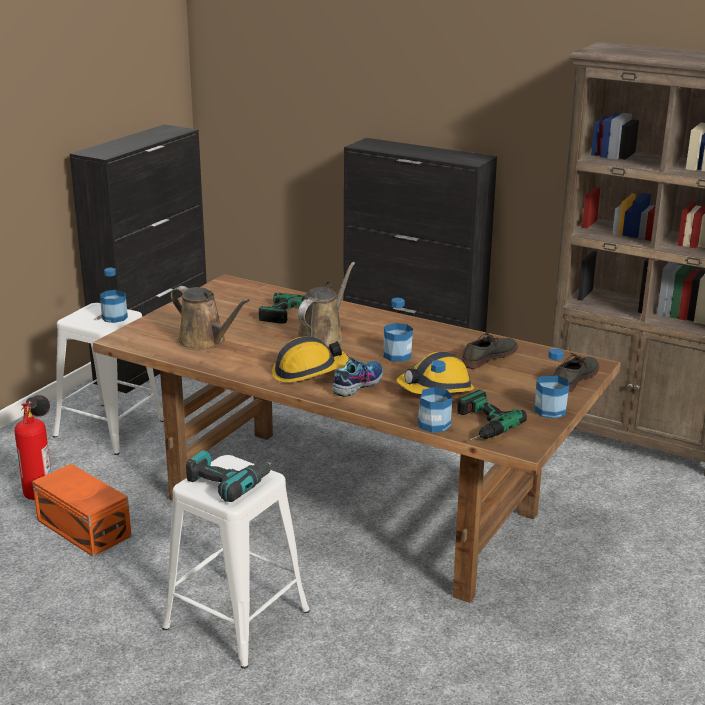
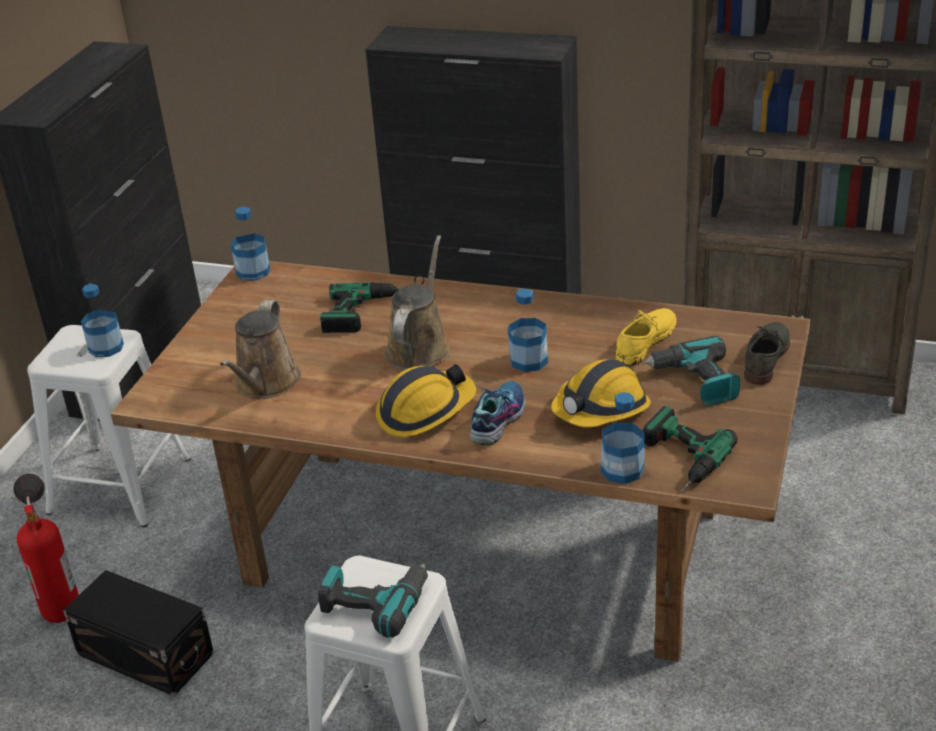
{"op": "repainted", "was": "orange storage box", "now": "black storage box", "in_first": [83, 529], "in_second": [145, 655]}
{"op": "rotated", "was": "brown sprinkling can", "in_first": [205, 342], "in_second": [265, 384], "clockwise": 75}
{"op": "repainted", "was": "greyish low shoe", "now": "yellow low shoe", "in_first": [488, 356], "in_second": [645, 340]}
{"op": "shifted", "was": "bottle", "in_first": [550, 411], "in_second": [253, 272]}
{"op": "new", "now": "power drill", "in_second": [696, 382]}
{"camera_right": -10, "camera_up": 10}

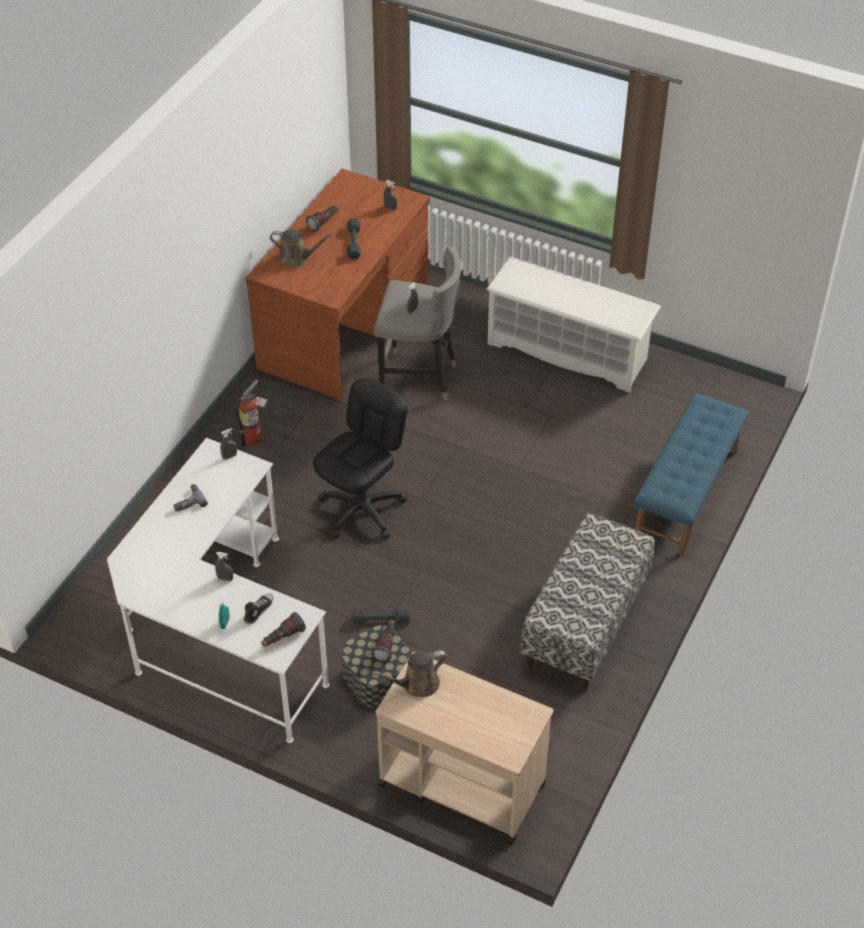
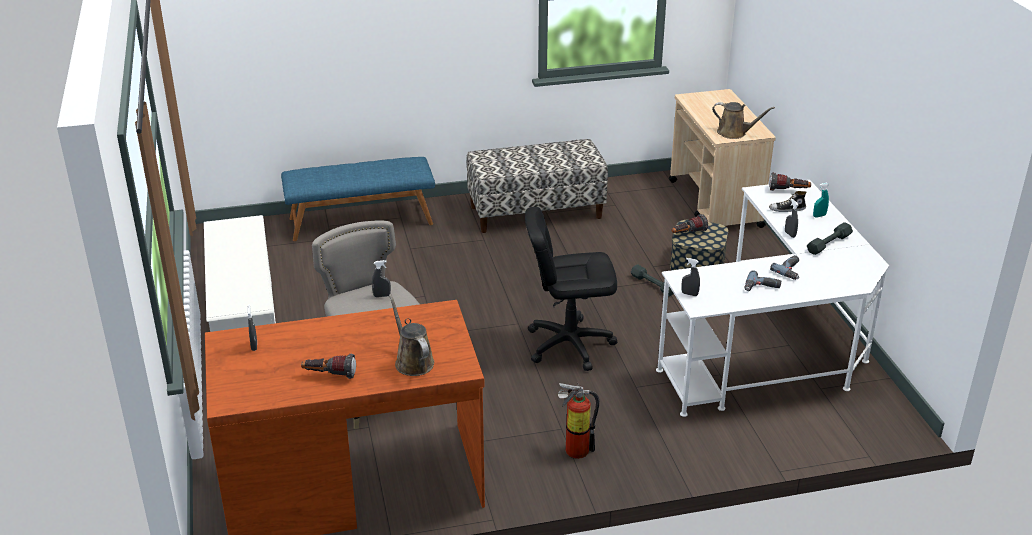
{"op": "shifted", "was": "greyish dumbbell", "in_first": [353, 243], "in_second": [829, 244]}
{"op": "new", "now": "power drill", "in_second": [791, 271]}
{"camera_right": -130, "camera_up": -15}

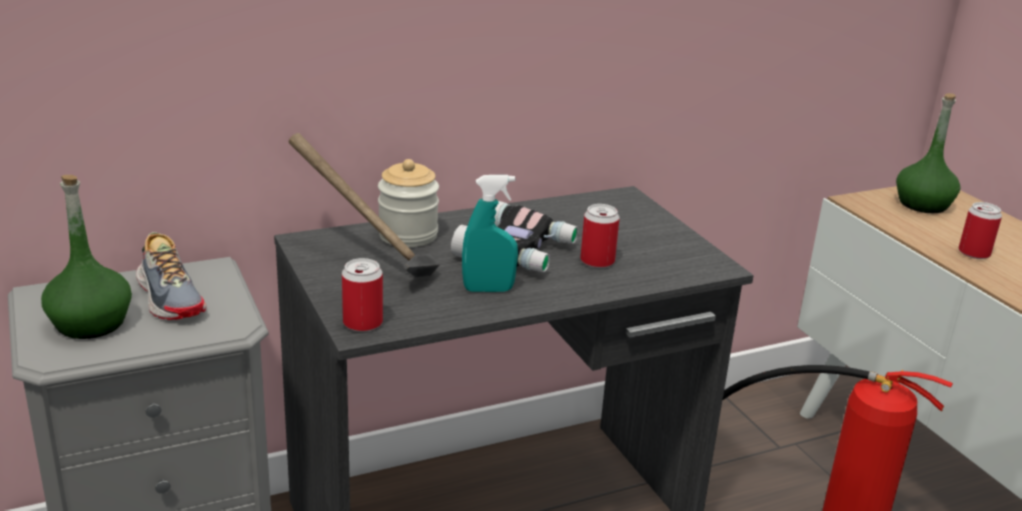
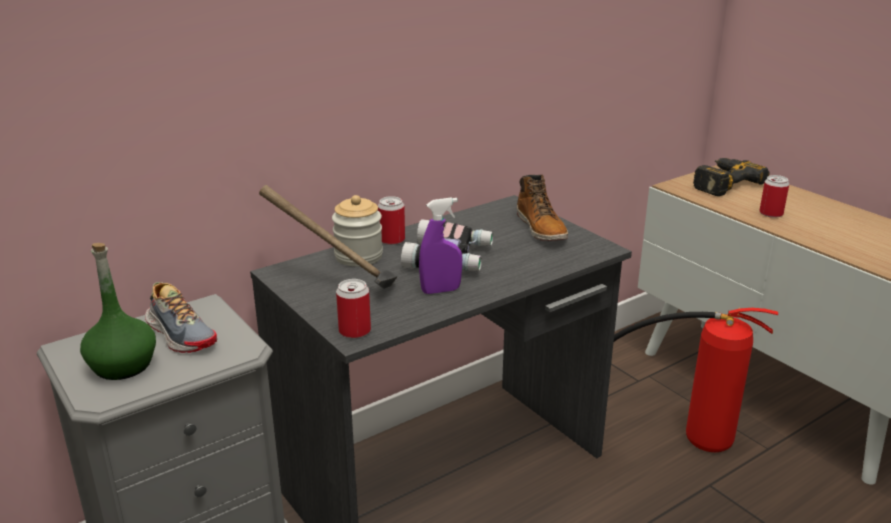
{"op": "repainted", "was": "blue-green spray bottle", "now": "purplish spray bottle", "in_first": [488, 289], "in_second": [440, 290]}
{"op": "shifted", "was": "can", "in_first": [597, 261], "in_second": [392, 240]}
{"op": "swapped", "was": "green-coloured bottle", "now": "power drill", "in_first": [923, 204], "in_second": [721, 182]}
{"op": "new", "now": "boot", "in_second": [541, 228]}
{"camera_right": -10, "camera_up": 0}

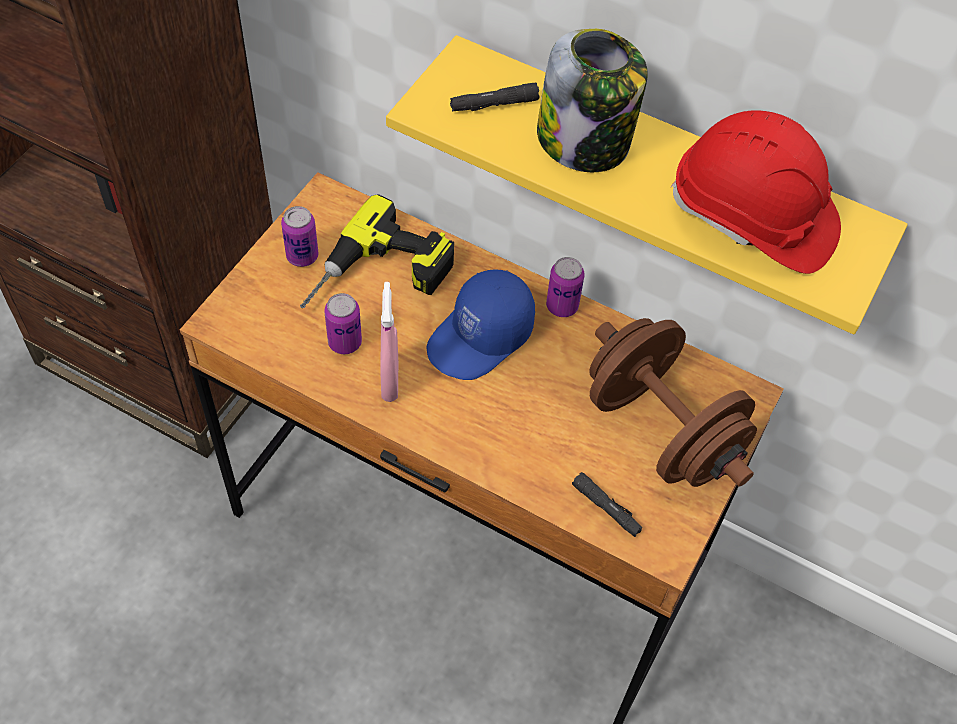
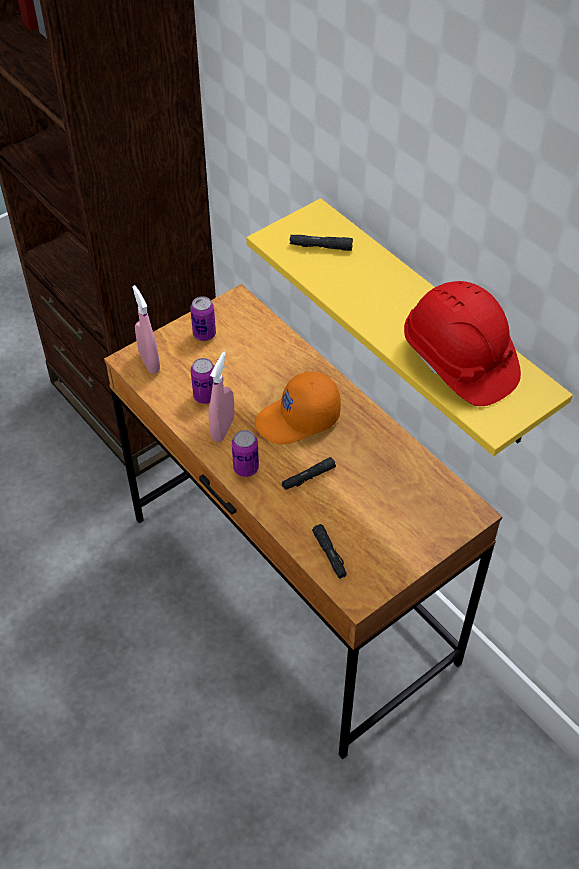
{"op": "gone", "was": "power drill", "in_first": [379, 278]}
{"op": "repainted", "was": "blue baseball cap", "now": "orange baseball cap", "in_first": [481, 338], "in_second": [298, 419]}
{"op": "gone", "was": "storage jar", "in_first": [585, 142]}
{"op": "shifted", "was": "can", "in_first": [562, 306], "in_second": [246, 468]}
{"op": "gone", "was": "brown dumbbell", "in_first": [661, 431]}
{"op": "new", "now": "pinkish spray bottle", "in_second": [149, 362]}
{"op": "new", "now": "black hand torch", "in_second": [308, 477]}
{"camera_right": 25, "camera_up": -5}

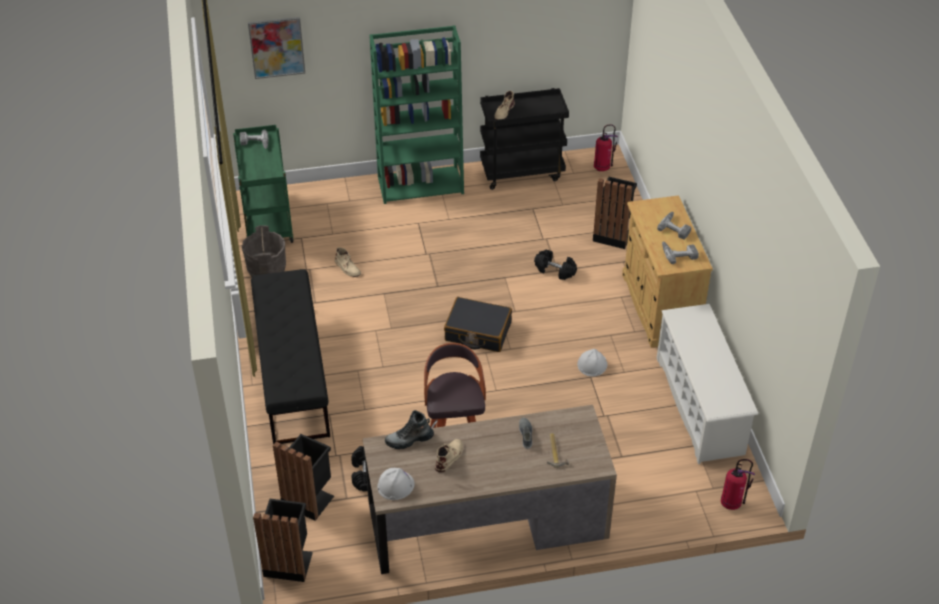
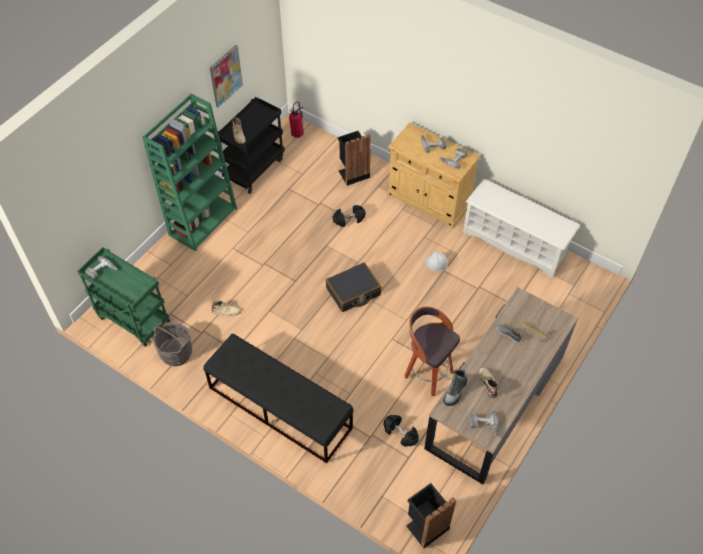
{"op": "shifted", "was": "wall art", "in_first": [277, 47], "in_second": [225, 76]}
{"op": "gone", "was": "black waste bin", "in_first": [309, 498]}
{"op": "swapped", "was": "whitish safety helmet", "now": "power drill", "in_first": [395, 485], "in_second": [483, 426]}
{"op": "gone", "was": "fire-fighting cylinder", "in_first": [732, 503]}
{"camera_right": -45, "camera_up": 10}

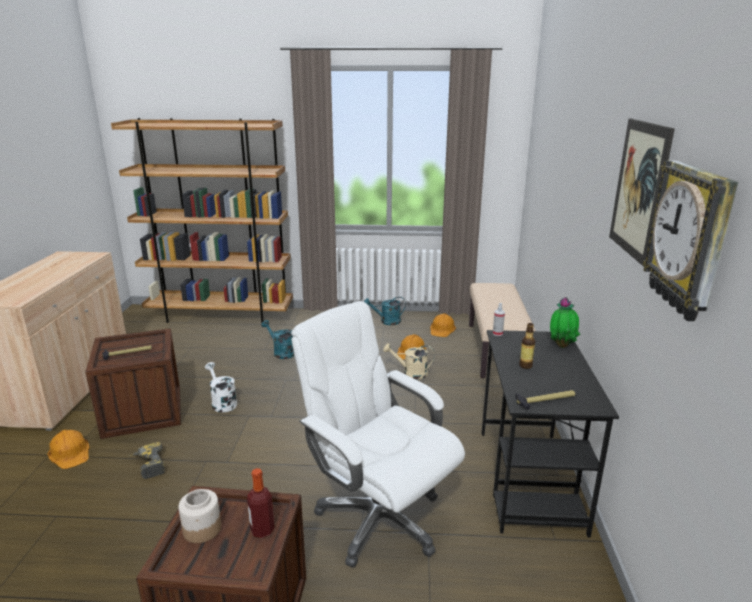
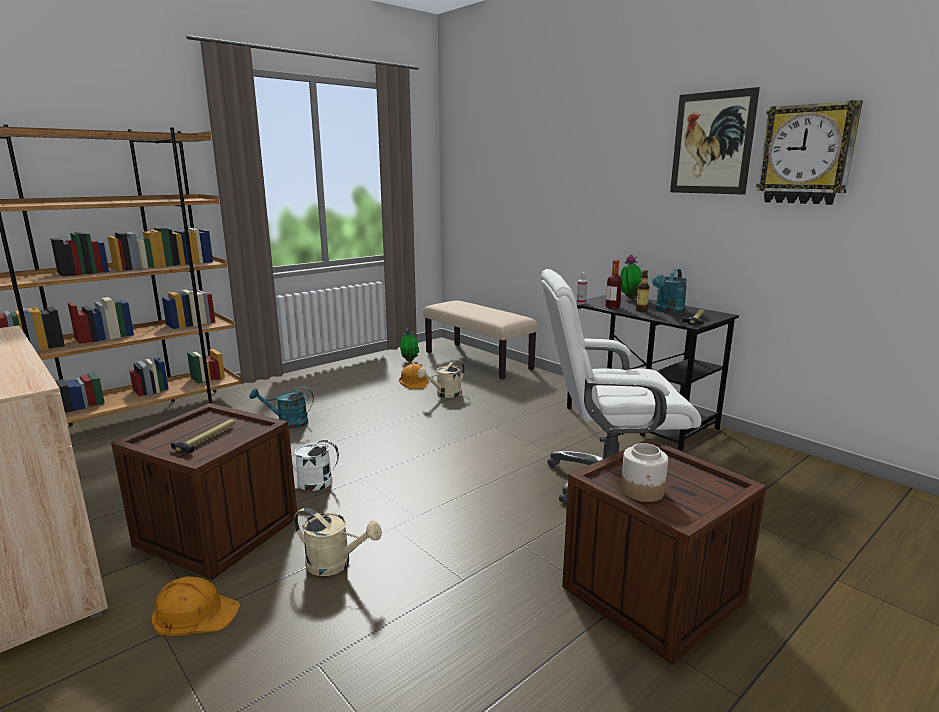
{"op": "swapped", "was": "power drill", "now": "sand-coloured sprinkling can", "in_first": [147, 466], "in_second": [335, 564]}
{"op": "shifted", "was": "bottle", "in_first": [262, 530], "in_second": [612, 307]}
{"op": "shifted", "was": "blue-green sprinkling can", "in_first": [386, 321], "in_second": [667, 310]}
{"op": "swapped", "was": "orange safety helmet", "now": "potted plant", "in_first": [442, 329], "in_second": [409, 360]}
{"camera_right": -45, "camera_up": -5}

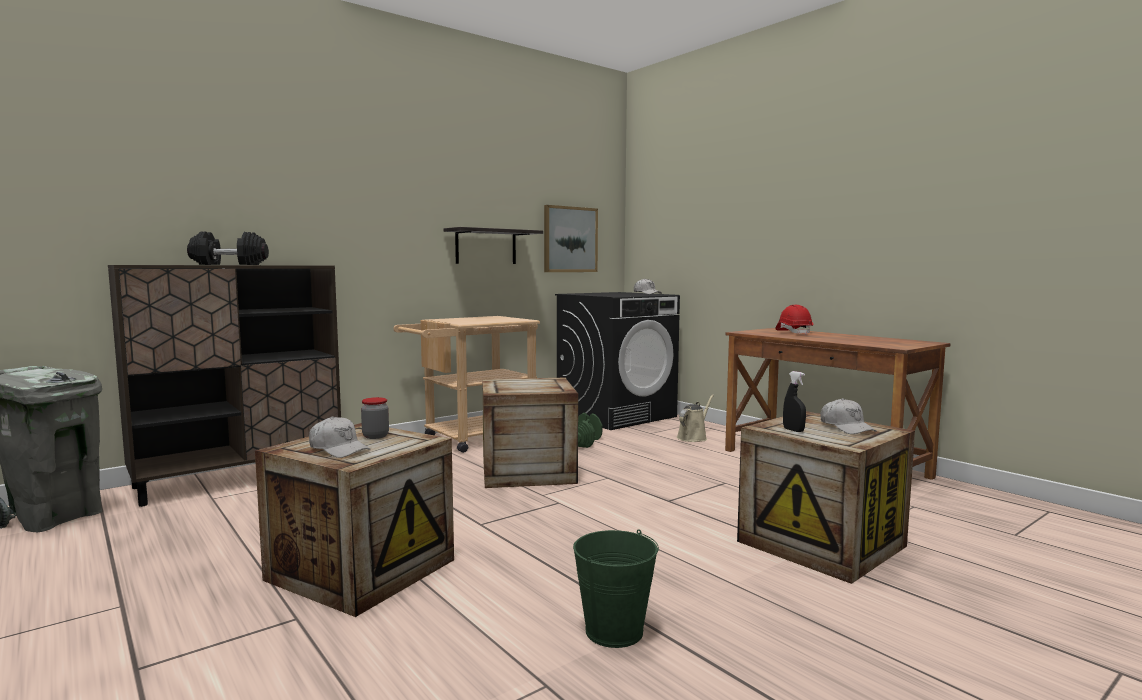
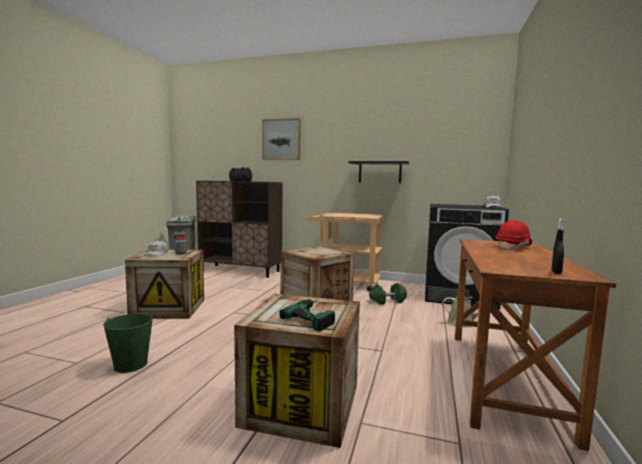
{"op": "shifted", "was": "wall art", "in_first": [570, 239], "in_second": [281, 139]}
{"op": "shifted", "was": "black spray bottle", "in_first": [793, 430], "in_second": [556, 272]}
{"op": "swapped", "was": "whitish baseball cap", "now": "power drill", "in_first": [846, 427], "in_second": [315, 316]}
{"camera_right": 55, "camera_up": 0}

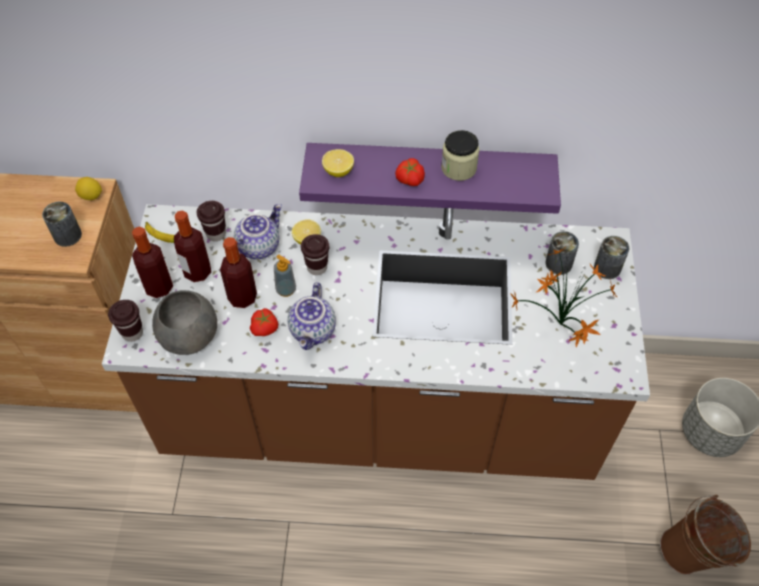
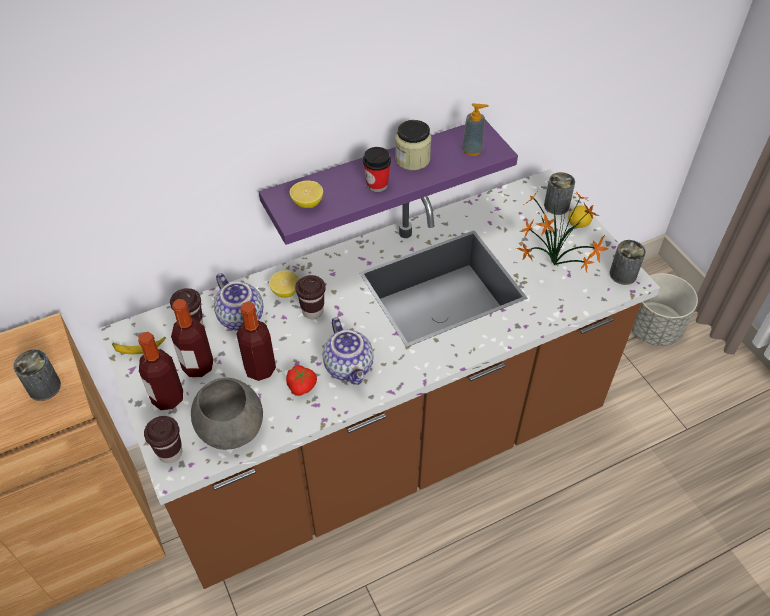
{"op": "shifted", "was": "lemon", "in_first": [91, 196], "in_second": [578, 225]}
{"op": "rotated", "was": "pot for tea", "in_first": [258, 246], "in_second": [242, 317], "clockwise": 135}
{"op": "shifted", "was": "soap bottle", "in_first": [286, 290], "in_second": [472, 150]}
{"op": "swapped", "was": "whole tomato", "now": "drinking cup", "in_first": [409, 179], "in_second": [377, 185]}
{"op": "shifted", "was": "can", "in_first": [558, 263], "in_second": [623, 274]}
{"op": "gone", "was": "brown pail", "in_first": [694, 554]}
{"camera_right": -30, "camera_up": -5}

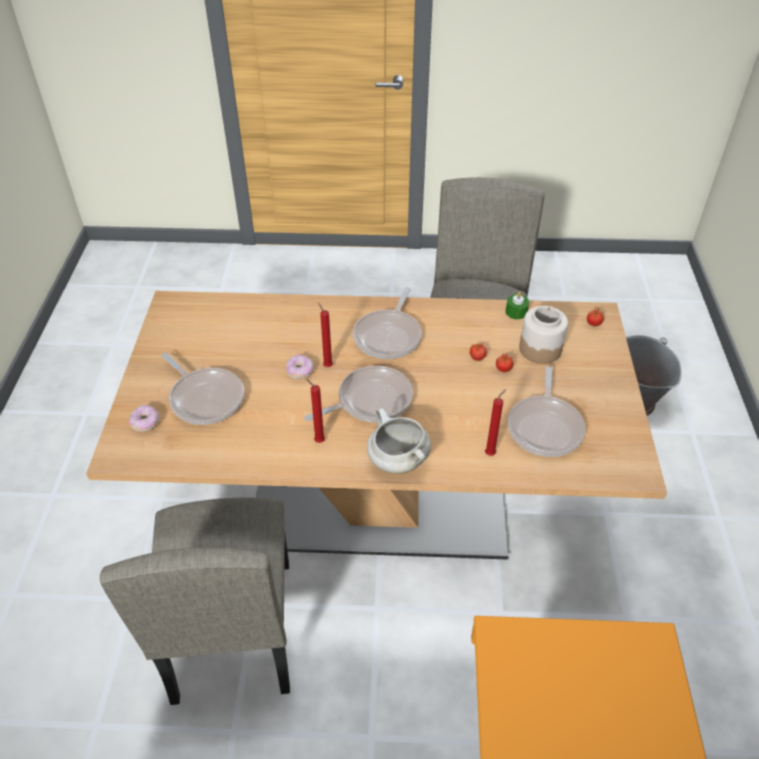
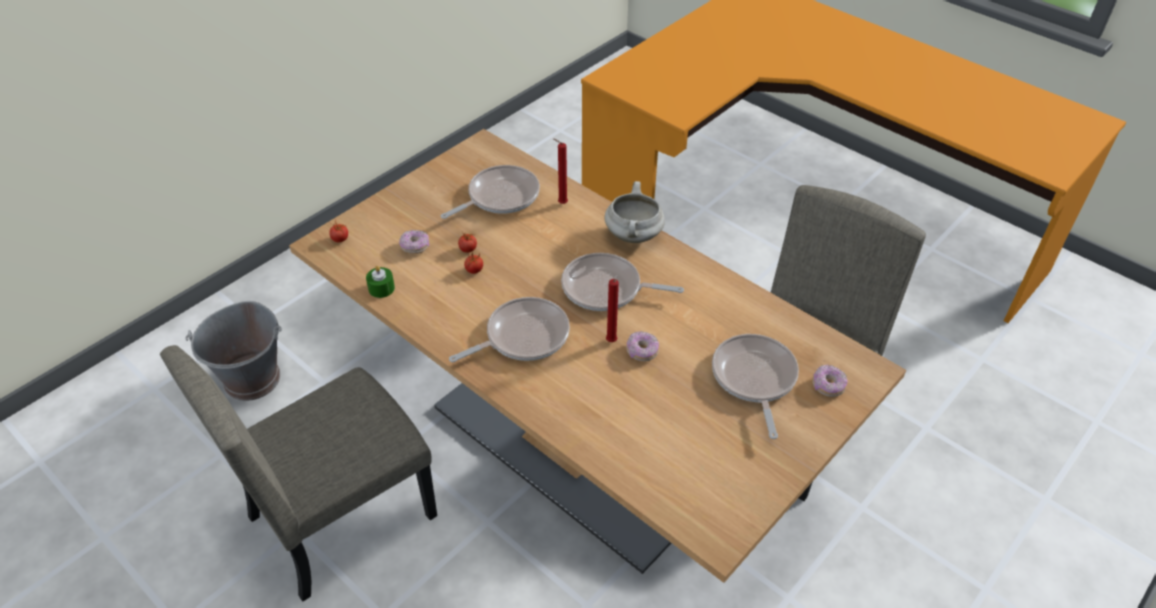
{"op": "gone", "was": "red wax light", "in_first": [318, 440]}
{"op": "swapped", "was": "storage jar", "now": "donut", "in_first": [540, 349], "in_second": [415, 247]}
{"camera_right": -140, "camera_up": 0}

